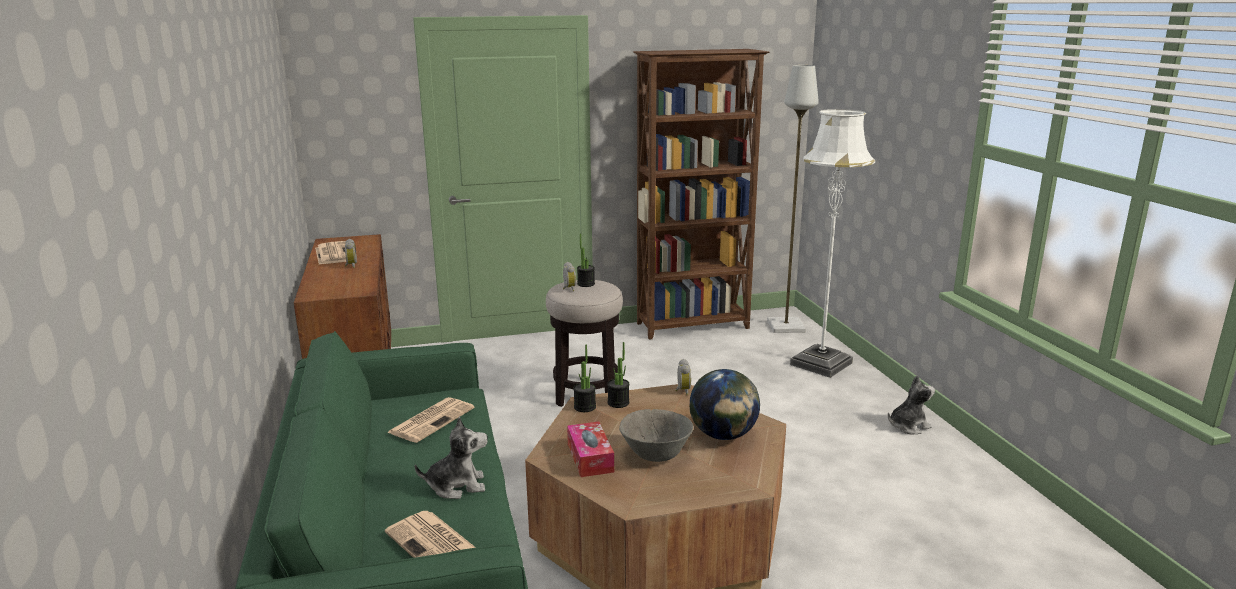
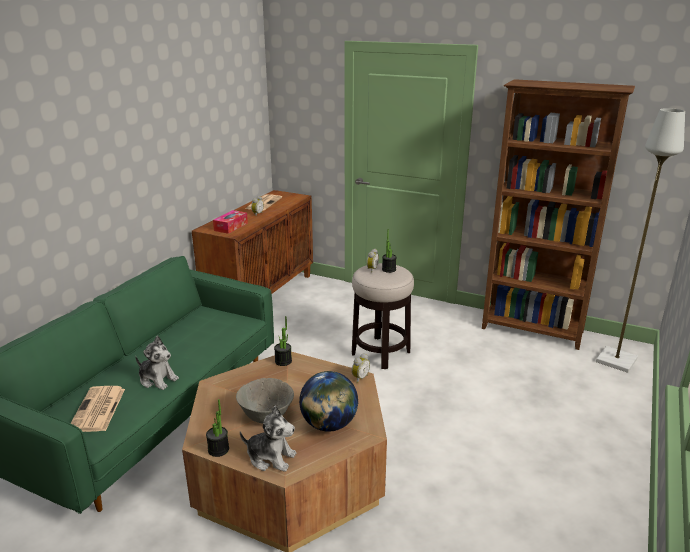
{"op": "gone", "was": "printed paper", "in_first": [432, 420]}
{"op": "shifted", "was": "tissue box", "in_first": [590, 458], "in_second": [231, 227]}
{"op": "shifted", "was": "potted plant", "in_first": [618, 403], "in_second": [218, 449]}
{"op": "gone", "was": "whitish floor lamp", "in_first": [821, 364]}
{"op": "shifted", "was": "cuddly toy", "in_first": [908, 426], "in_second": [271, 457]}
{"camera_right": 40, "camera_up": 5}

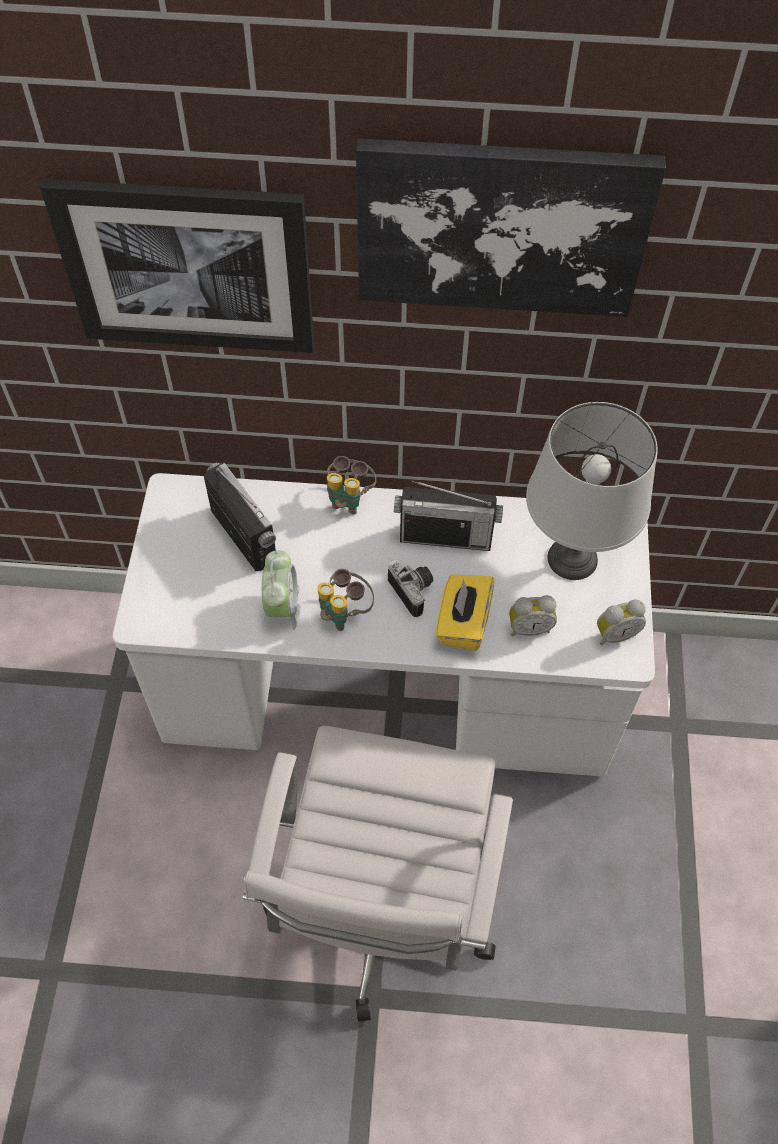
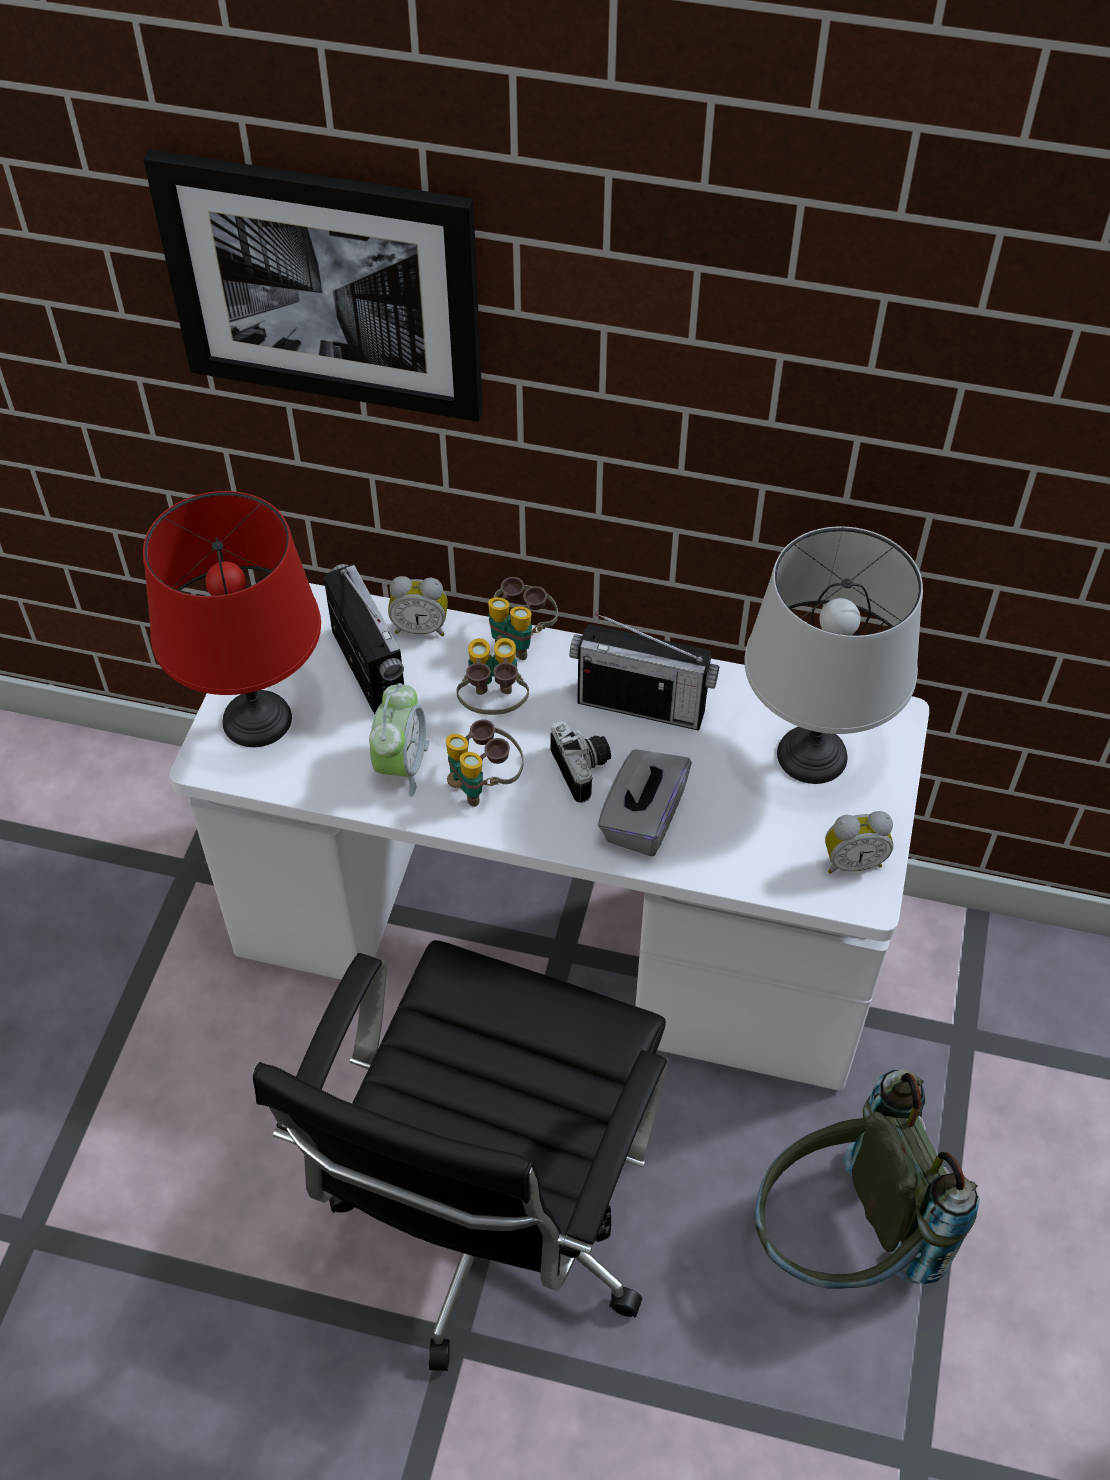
{"op": "repainted", "was": "whitish computer chair", "now": "black computer chair", "in_first": [382, 911], "in_second": [492, 1227]}
{"op": "gone", "was": "wall art", "in_first": [501, 227]}
{"op": "repainted", "was": "yellow tissue box", "now": "greyish tissue box", "in_first": [463, 623], "in_second": [642, 819]}
{"op": "shifted", "was": "alarm clock", "in_first": [529, 627], "in_second": [420, 627]}
{"op": "new", "now": "red table lamp", "in_second": [258, 720]}
{"op": "new", "now": "field glasses", "in_second": [493, 706]}
{"op": "new", "now": "greyish knapsack", "in_second": [840, 1242]}
{"camera_right": 10, "camera_up": -5}

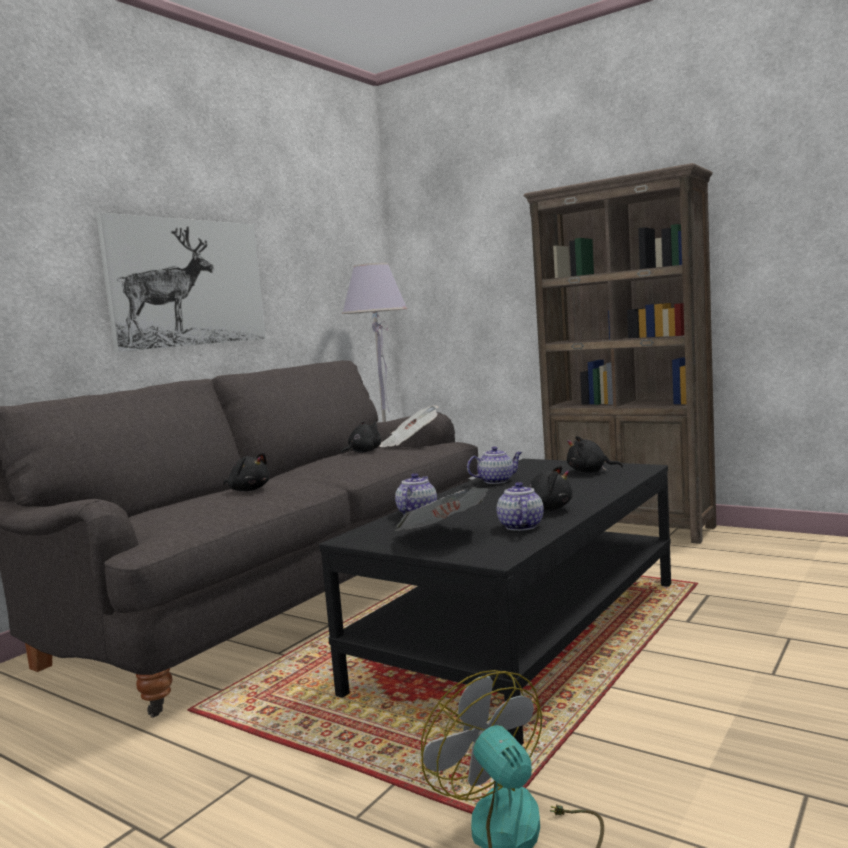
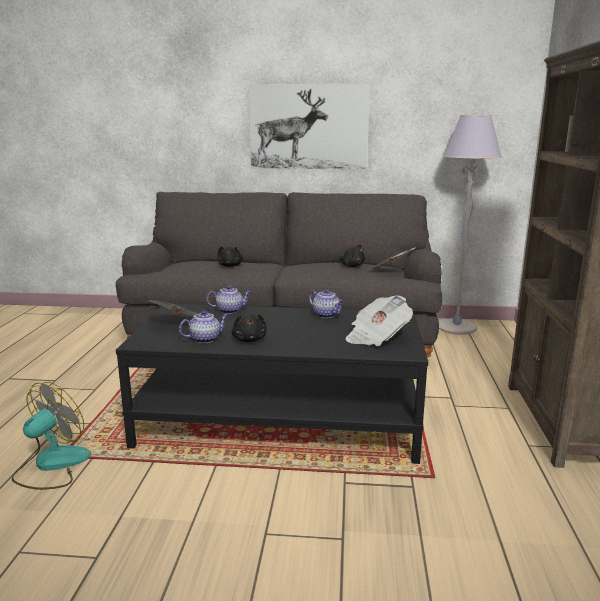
{"op": "swapped", "was": "black cuddly toy", "now": "printed paper", "in_first": [590, 472], "in_second": [376, 337]}
{"camera_right": 60, "camera_up": 10}

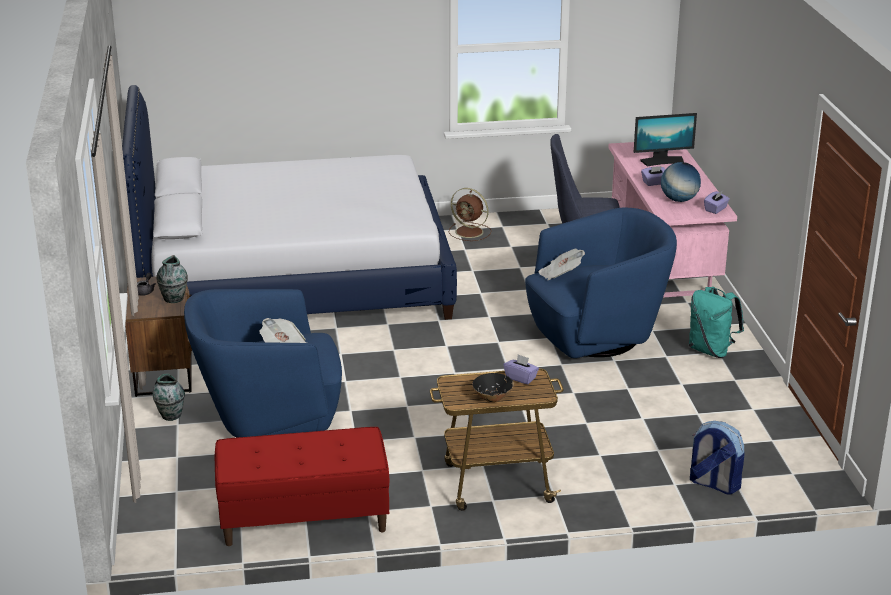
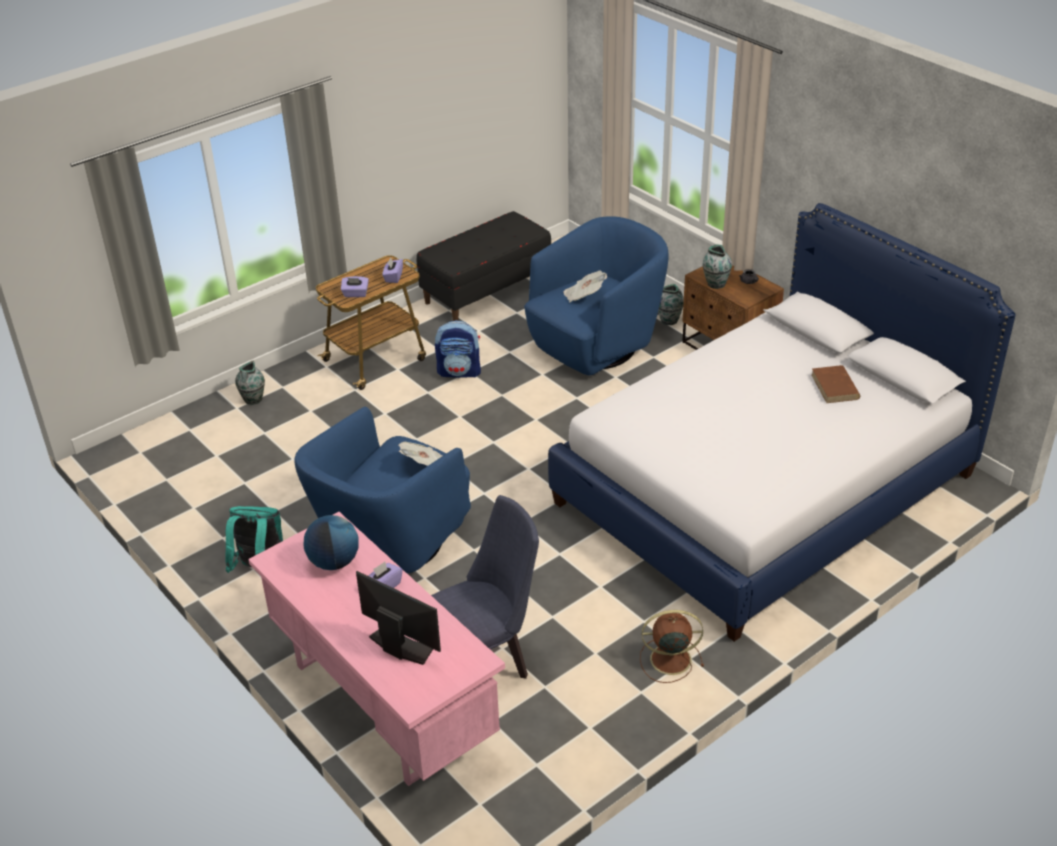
{"op": "repainted", "was": "red bench", "now": "black bench", "in_first": [303, 518], "in_second": [486, 291]}
{"op": "gone", "was": "black deep dish", "in_first": [492, 397]}
{"op": "rotated", "was": "monitor", "in_first": [662, 161], "in_second": [400, 646], "clockwise": 75}
{"op": "shifted", "was": "knapsack", "in_first": [713, 484], "in_second": [460, 372]}
{"op": "shifted", "was": "purplish tissue box", "in_first": [716, 209], "in_second": [393, 277]}
{"op": "new", "now": "flower vase", "in_second": [253, 400]}
{"op": "new", "now": "brown volume", "in_second": [835, 387]}
{"camera_right": 150, "camera_up": 10}

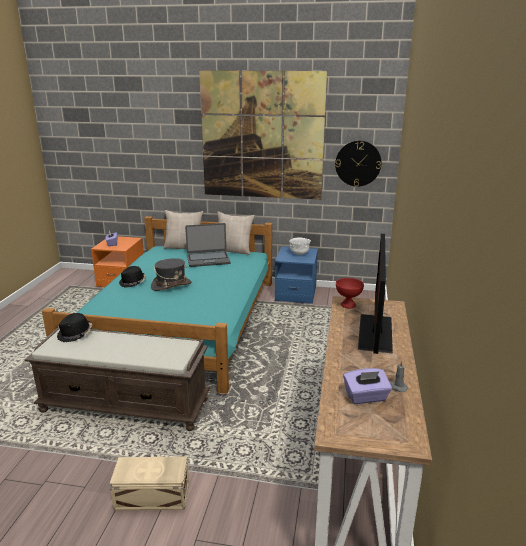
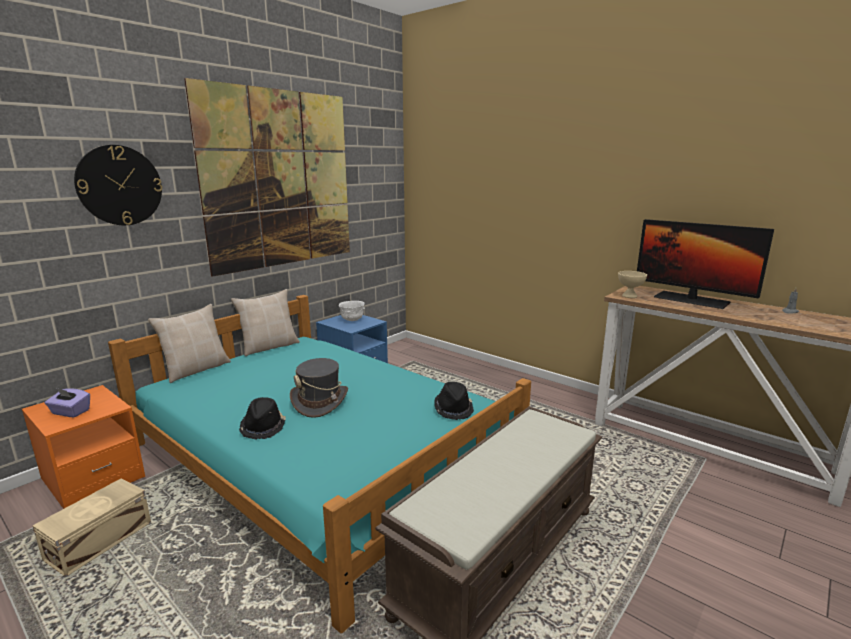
{"op": "shifted", "was": "black hat", "in_first": [75, 334], "in_second": [453, 409]}
{"op": "shifted", "was": "sand-coloured storage box", "in_first": [153, 496], "in_second": [101, 541]}
{"op": "gone", "was": "portable computer", "in_first": [208, 259]}
{"op": "shifted", "was": "hanging clock", "in_first": [358, 163], "in_second": [119, 185]}
{"op": "repainted", "was": "red deep dish", "now": "sand-coloured deep dish", "in_first": [348, 305], "in_second": [630, 296]}
{"op": "gone", "was": "purplish tissue box", "in_first": [366, 397]}
{"camera_right": -60, "camera_up": -5}

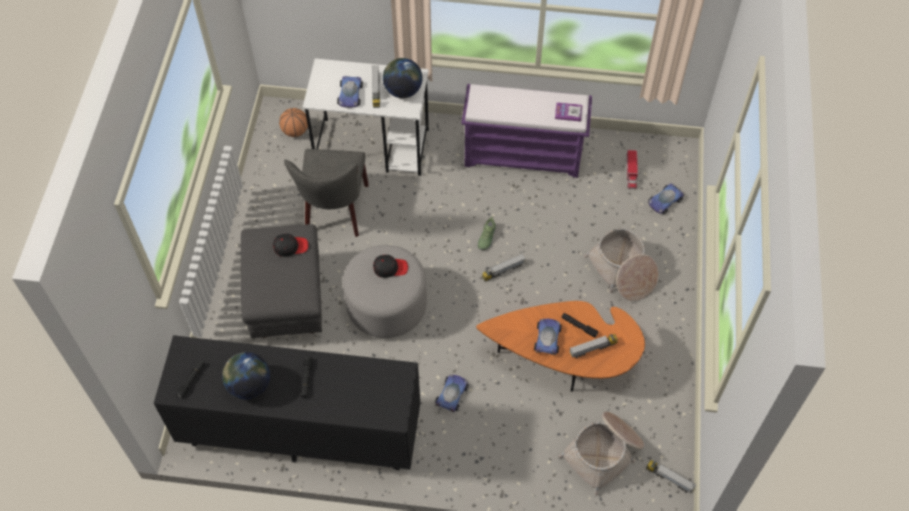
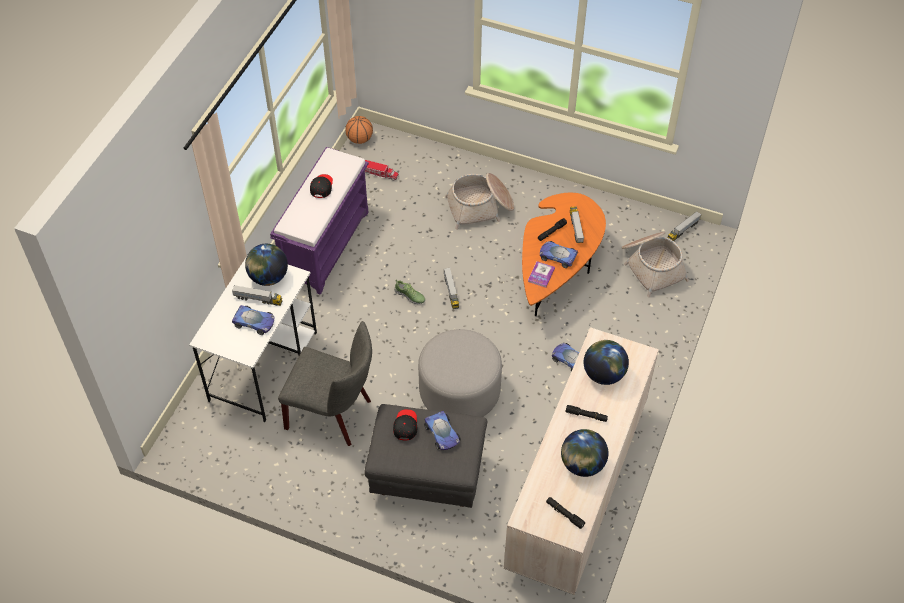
{"op": "repainted", "was": "black dresser", "now": "sand-coloured dresser", "in_first": [300, 430], "in_second": [576, 490]}
{"op": "shifted", "was": "basketball ball", "in_first": [295, 131], "in_second": [360, 139]}
{"op": "shifted", "was": "black baseball cap", "in_first": [390, 268], "in_second": [321, 187]}
{"op": "shifted", "was": "volume", "in_first": [568, 112], "in_second": [541, 275]}
{"op": "shifted", "was": "miniature car", "in_first": [664, 201], "in_second": [442, 434]}
{"op": "new", "now": "world globe", "in_second": [603, 374]}
{"camera_right": -75, "camera_up": -5}

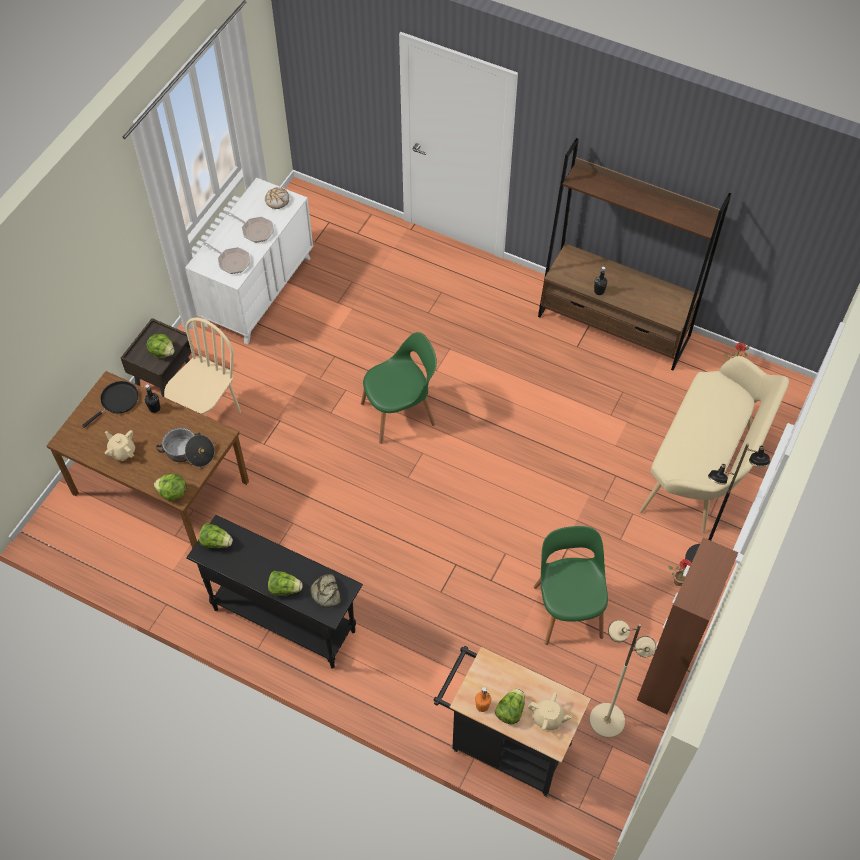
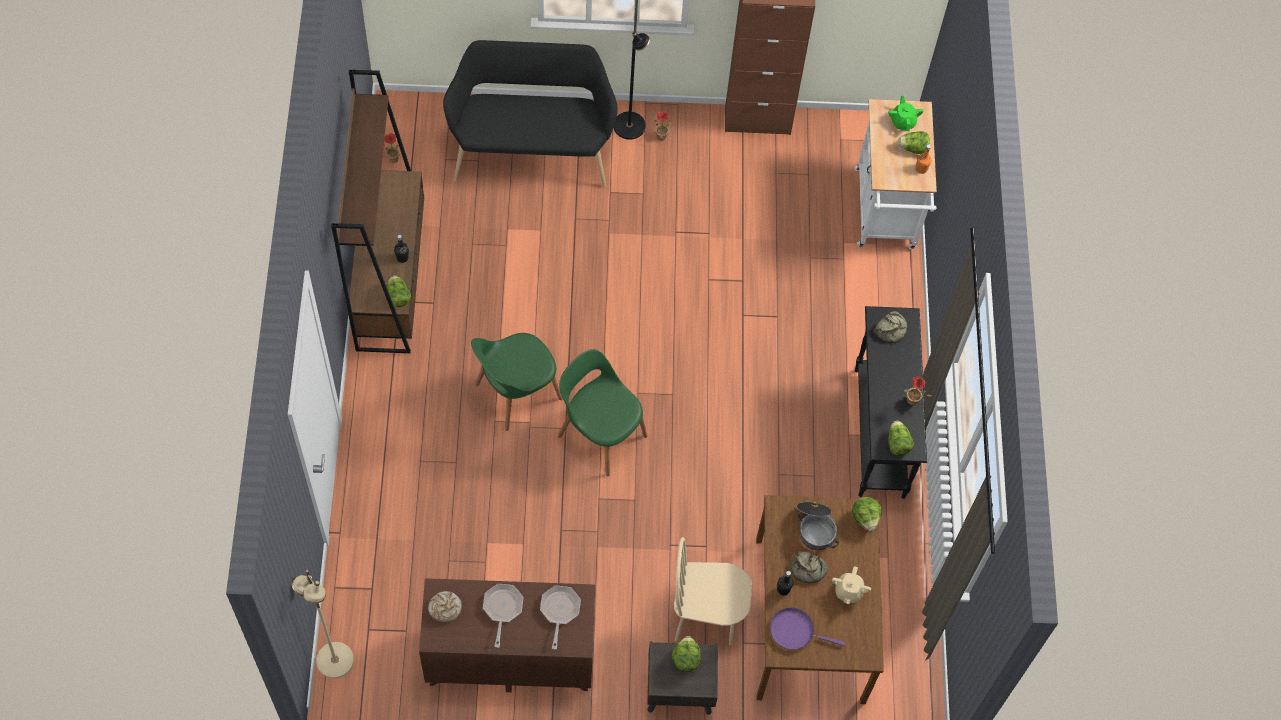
{"op": "repainted", "was": "black pan", "now": "purplish pan", "in_first": [117, 401], "in_second": [795, 631]}
{"op": "repainted", "was": "whitish dresser", "now": "brown dresser", "in_first": [258, 291], "in_second": [509, 656]}
{"op": "shifted", "was": "lettuce head", "in_first": [285, 588], "in_second": [398, 297]}
{"op": "repainted", "was": "black trolley", "now": "whitish trolley", "in_first": [504, 744], "in_second": [885, 214]}
{"op": "repainted", "was": "sand-coloured pot for tea", "now": "green-coloured pot for tea", "in_first": [548, 718], "in_second": [903, 121]}
{"op": "shifted", "was": "green-coloured plain chair", "in_first": [568, 609], "in_second": [516, 393]}
{"op": "shifted", "was": "sand-coloured floor lamp", "in_first": [606, 720], "in_second": [334, 661]}
{"op": "repainted", "was": "sand-coloured bench", "now": "black bench", "in_first": [703, 470], "in_second": [531, 150]}
{"op": "new", "now": "bakery bread", "in_second": [808, 569]}
{"op": "new", "now": "potted plant", "in_second": [910, 402]}
{"camera_right": -120, "camera_up": 5}

